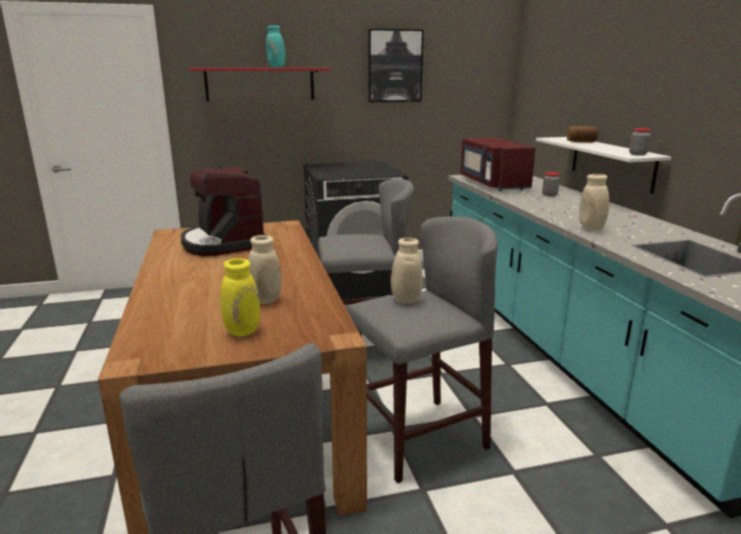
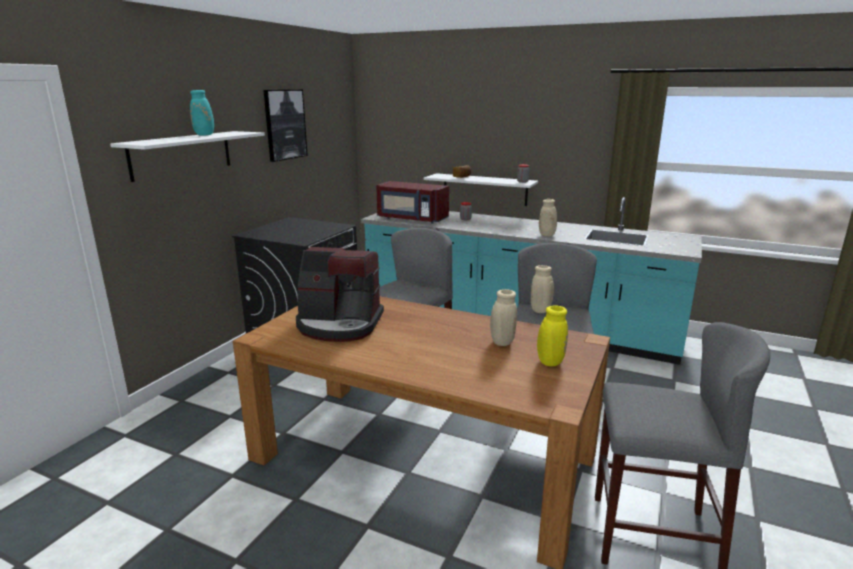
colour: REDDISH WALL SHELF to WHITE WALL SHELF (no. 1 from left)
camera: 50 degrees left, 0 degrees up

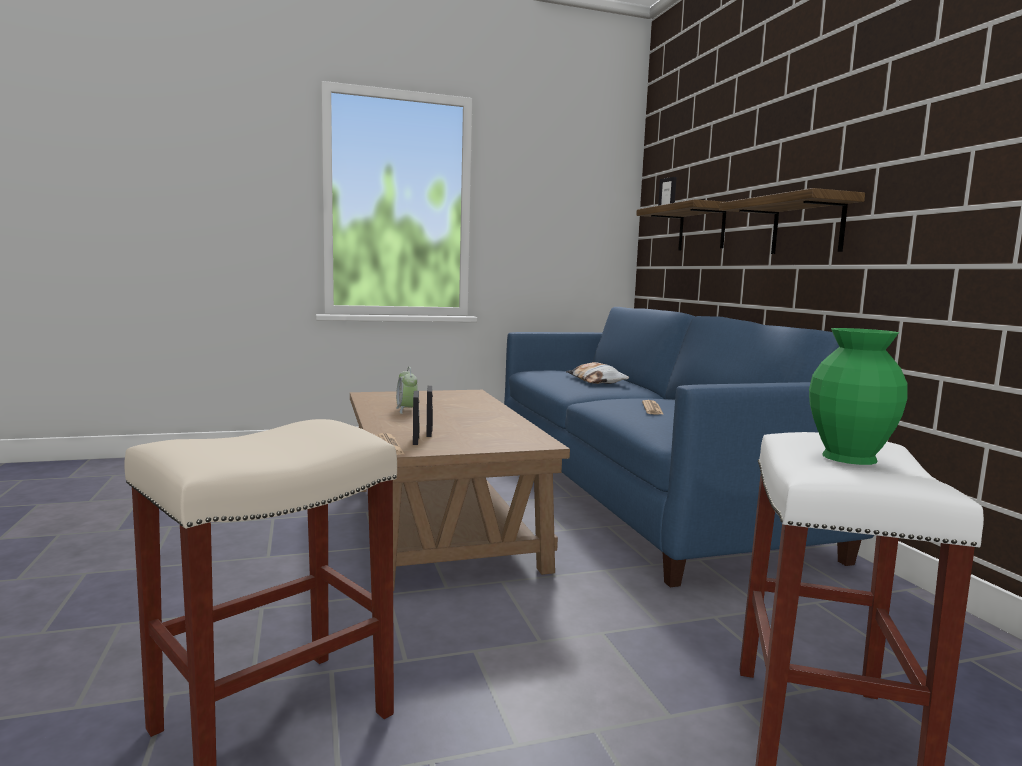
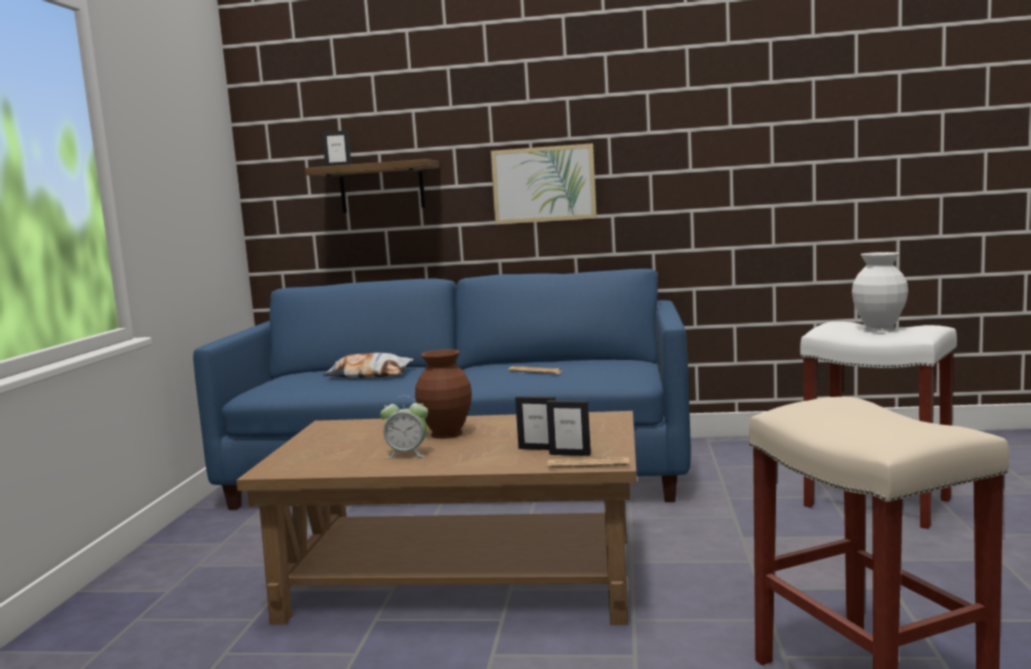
appeared: BROWN FLOWER VASE
exchanged: WALL SHELF (no. 2 from left) to WALL PICTURE
colour: GREEN-COLOURED FLOWER VASE to WHITE FLOWER VASE
camera: 65 degrees left, 0 degrees up

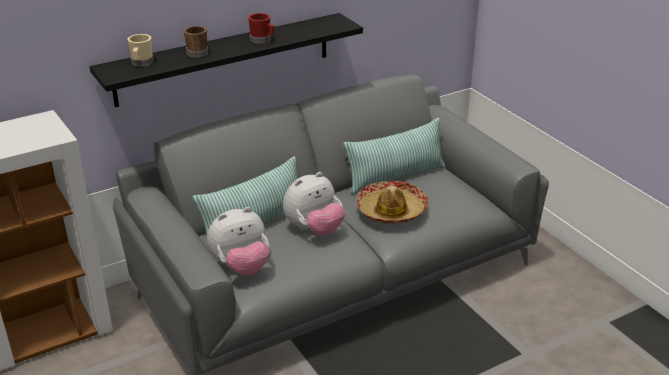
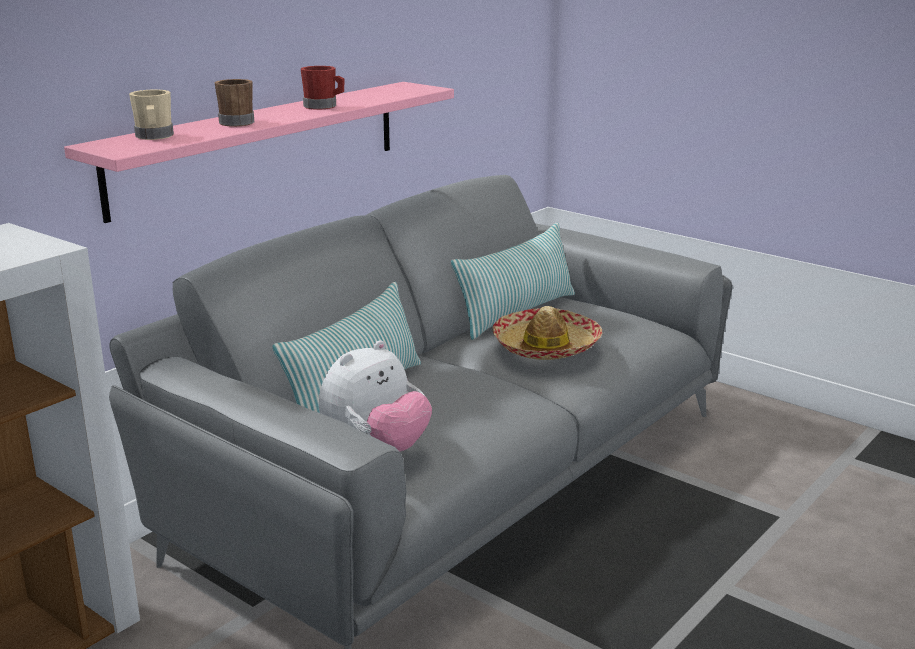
missing: SOFT TOY (no. 2 from left)
colour: BLACKISH WALL SHELF to PINKISH WALL SHELF
camera: 20 degrees left, 10 degrees down

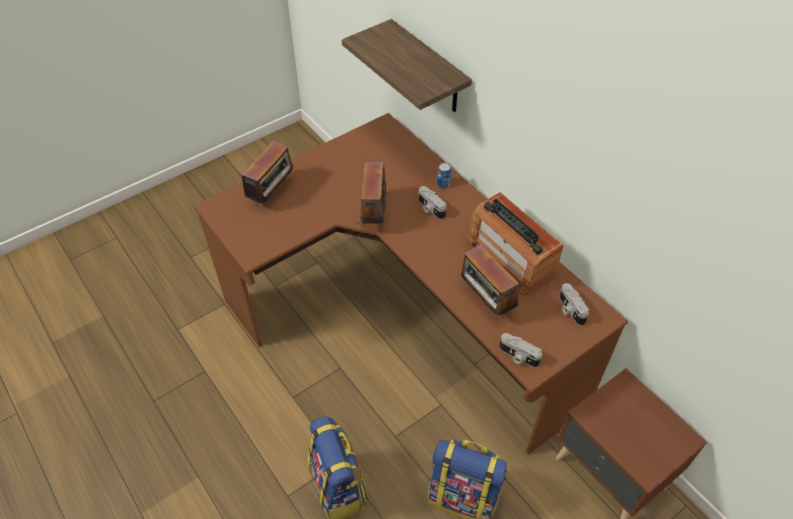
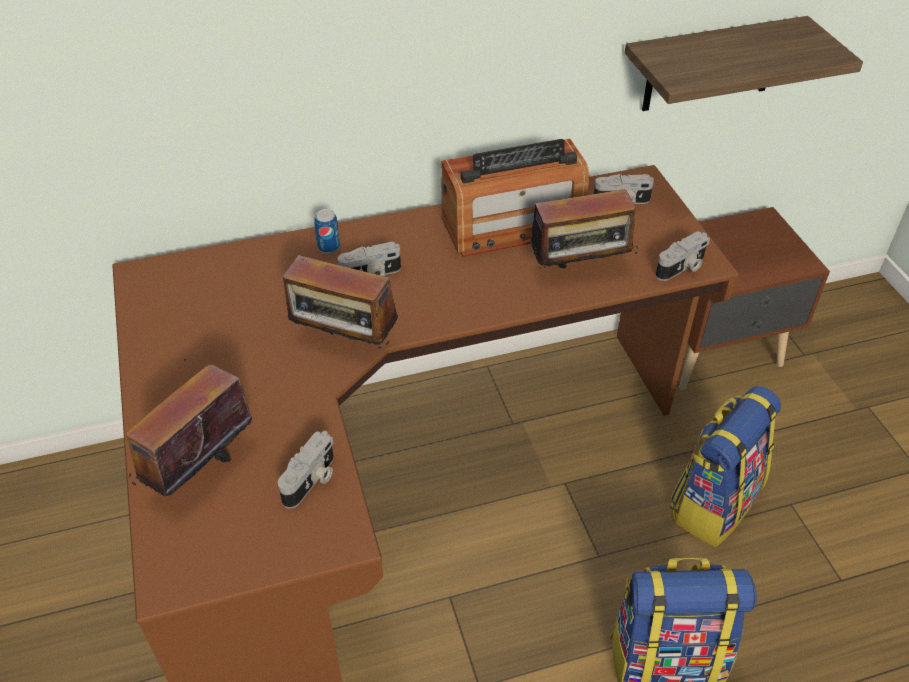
appeared: STILL CAMERA (no. 1 from left)
relocated: WALL SHELF
spun: RADIO RECEIVER (no. 1 from left) 105 degrees counterclockwise
camera: 70 degrees left, 5 degrees down

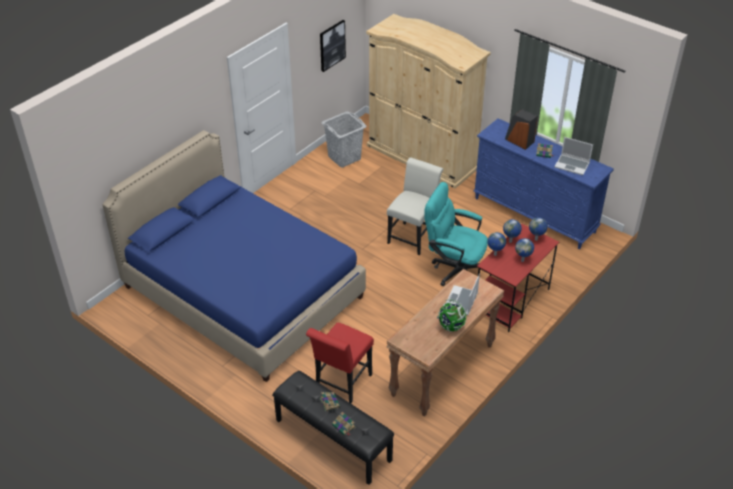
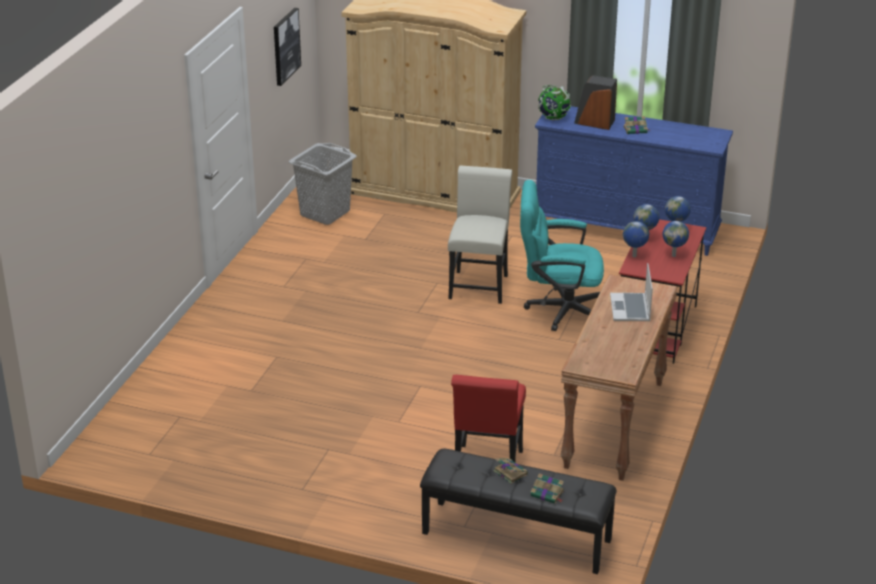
missing: BLUISH BED; LAPTOP (no. 2 from left)
relocated: GLOBE (no. 1 from left)
camera: 20 degrees left, 10 degrees down

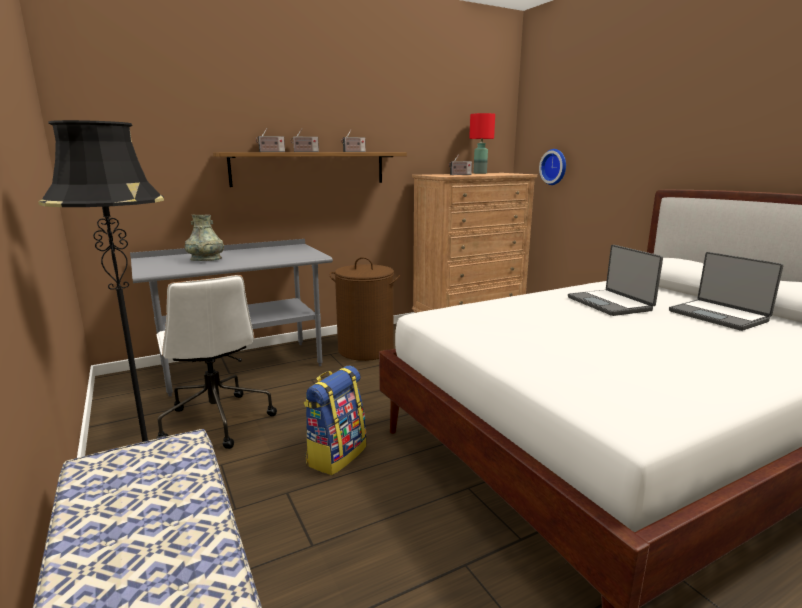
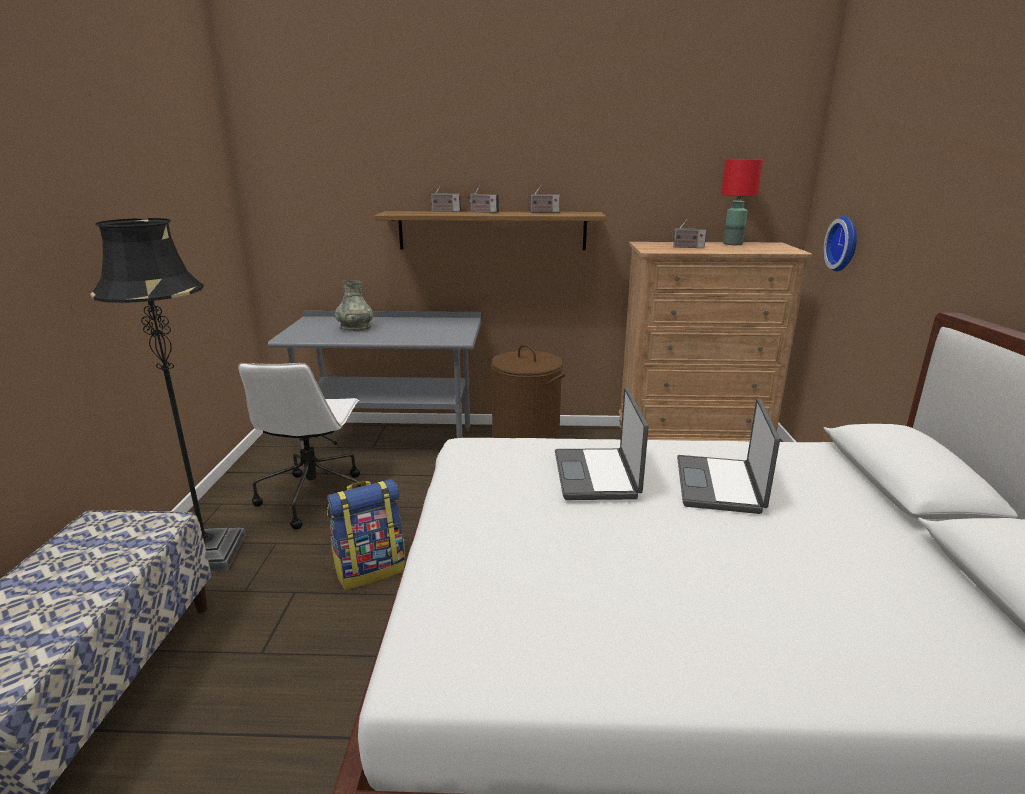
relocated: LAPTOP (no. 2 from left in the first image) to LAPTOP (no. 1 from left)
camera: 30 degrees right, 5 degrees up

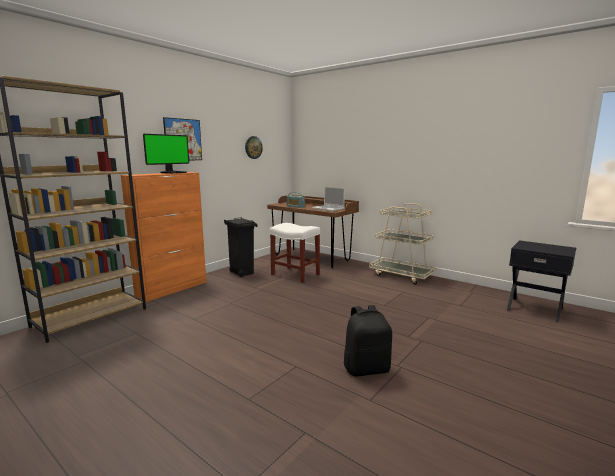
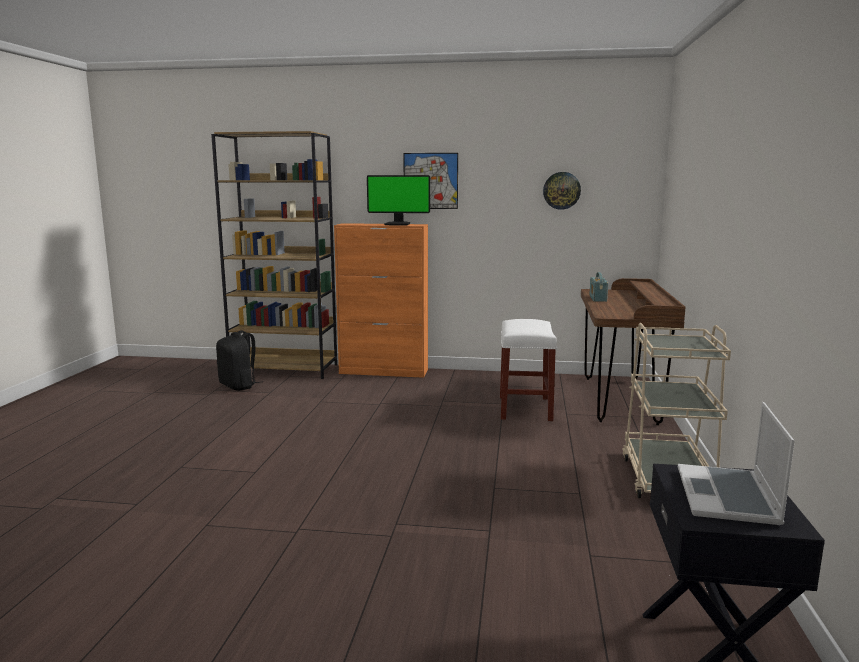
missing: BLACKISH WASTE BIN
relocated: LAPTOP; BLACKISH RUCKSACK
camera: 60 degrees right, 0 degrees up

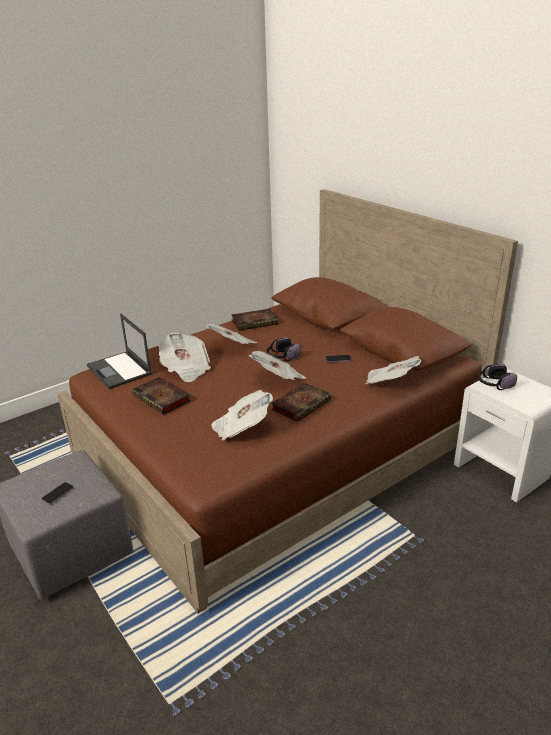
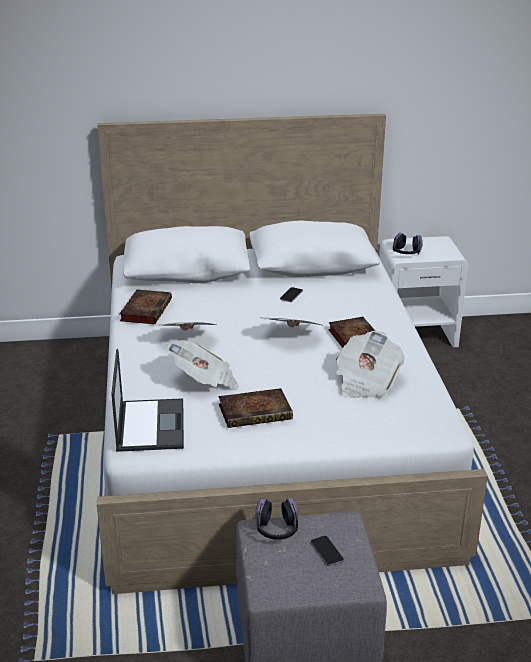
missing: NEWSPAPER (no. 5 from left)
relocated: PAIR OF HEADPHONES (no. 1 from left)
colour: BROWN BED to WHITE BED
spun: LAPTOP 90 degrees counterclockwise
camera: 60 degrees left, 0 degrees up

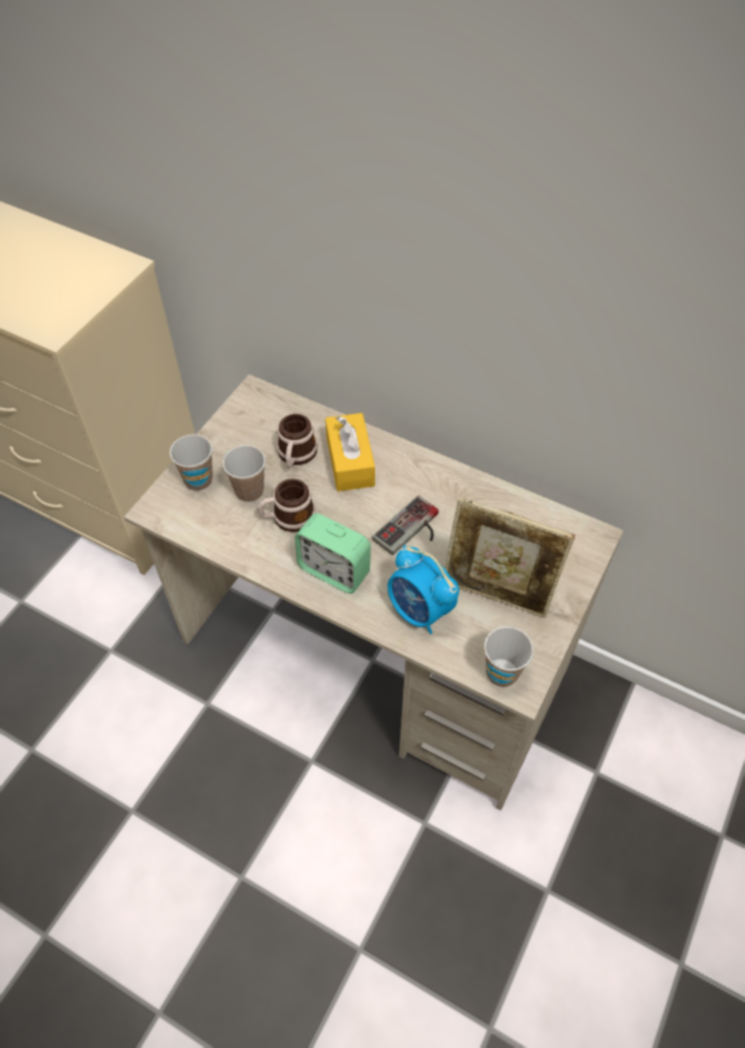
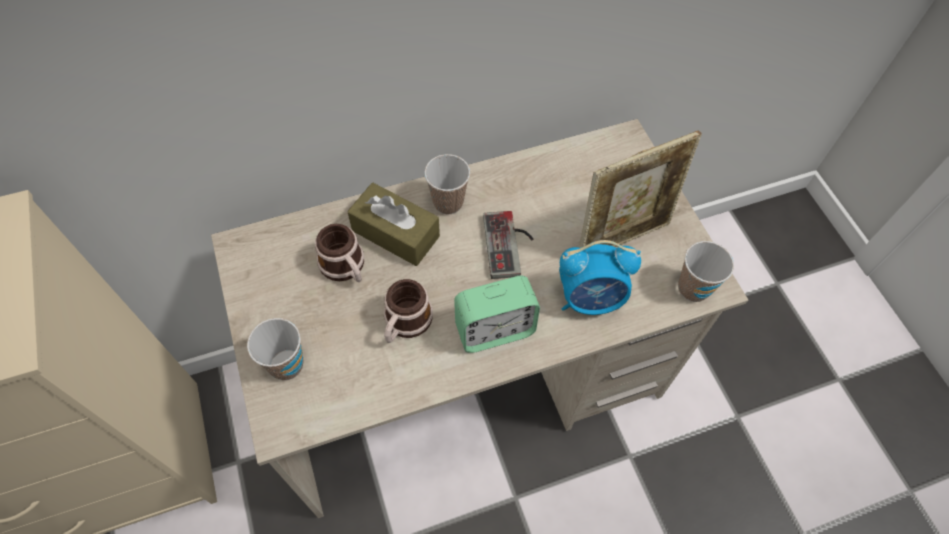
relocated: CUP (no. 2 from left)
colour: YELLOW TISSUE HOLDER to BROWN TISSUE HOLDER
camera: 50 degrees left, 5 degrees up

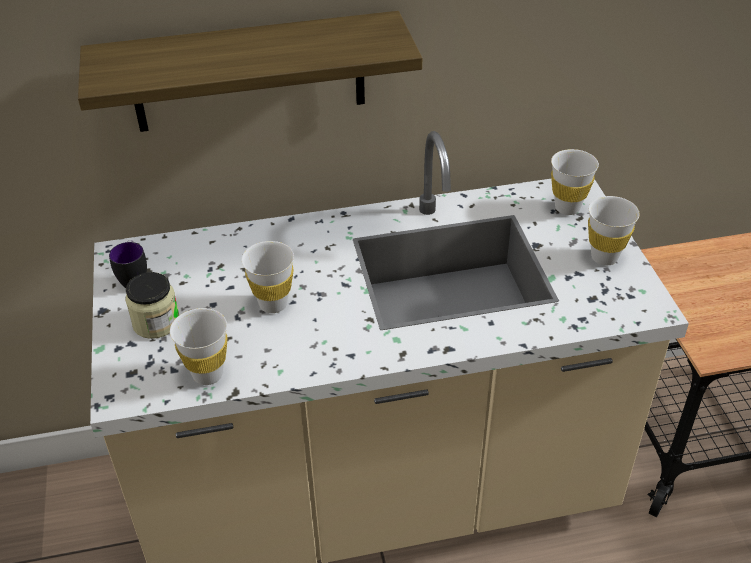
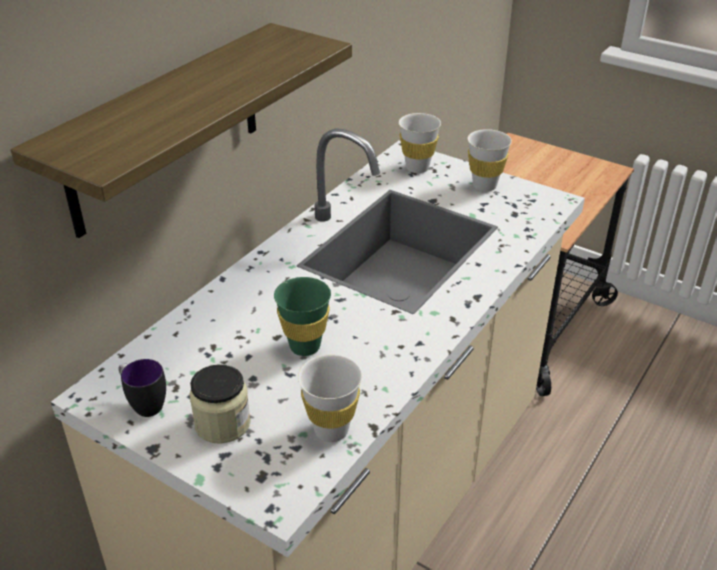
colour: WHITE CUP (no. 2 from left) to GREEN-COLOURED CUP
camera: 45 degrees left, 5 degrees down

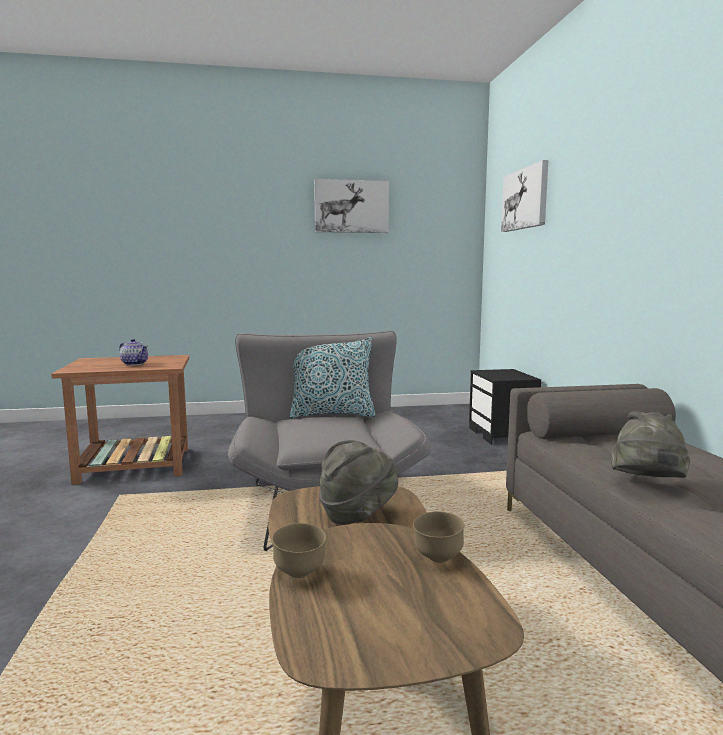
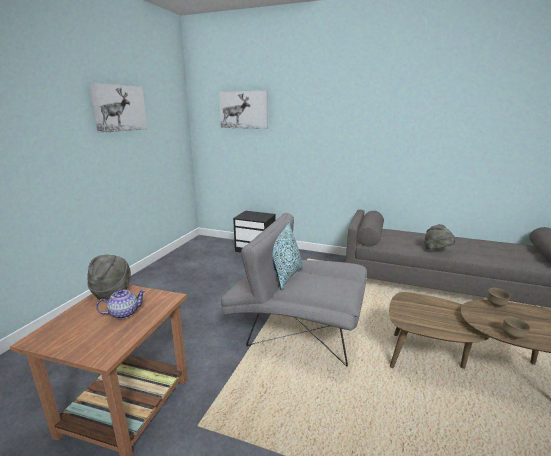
relocated: GREYISH WEARABLE HAT (no. 1 from left)
camera: 60 degrees left, 10 degrees up

